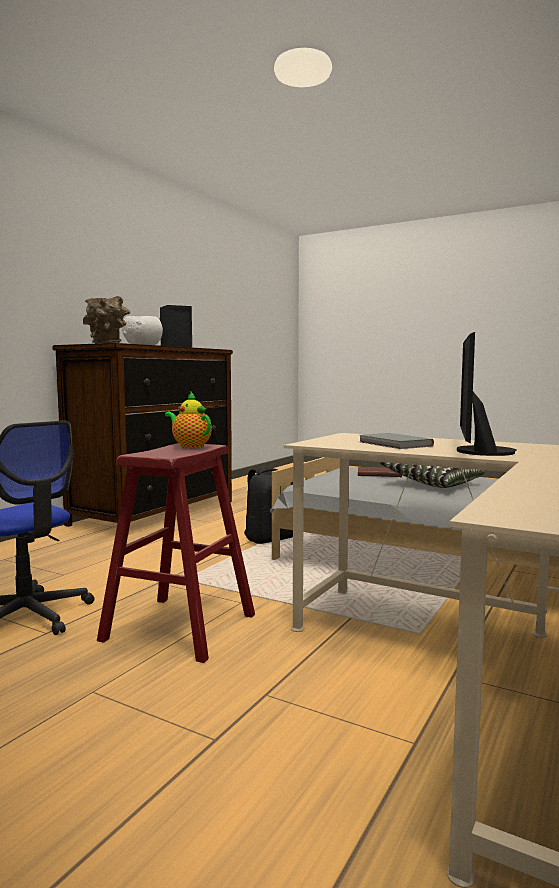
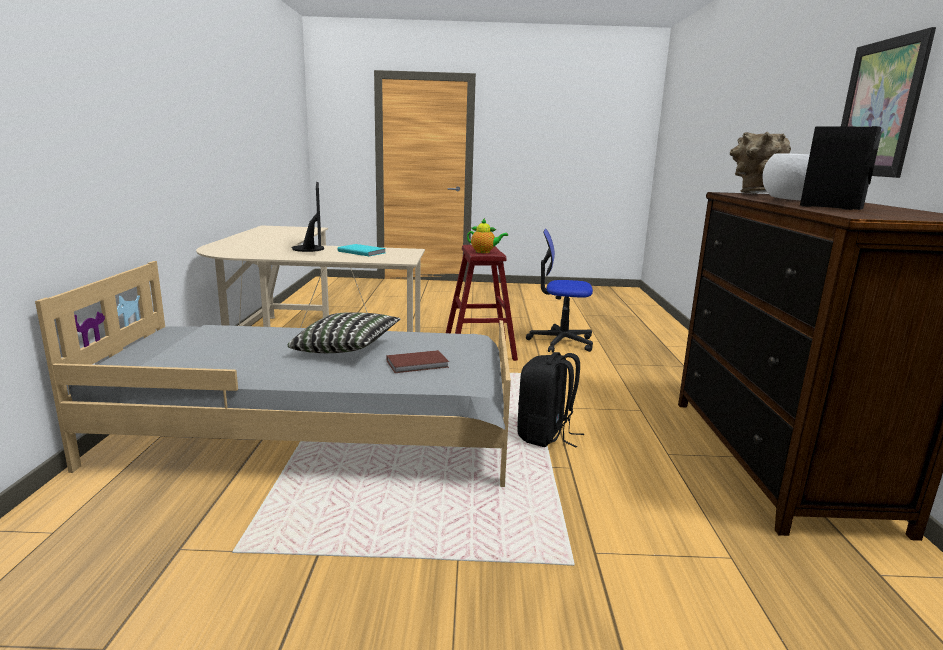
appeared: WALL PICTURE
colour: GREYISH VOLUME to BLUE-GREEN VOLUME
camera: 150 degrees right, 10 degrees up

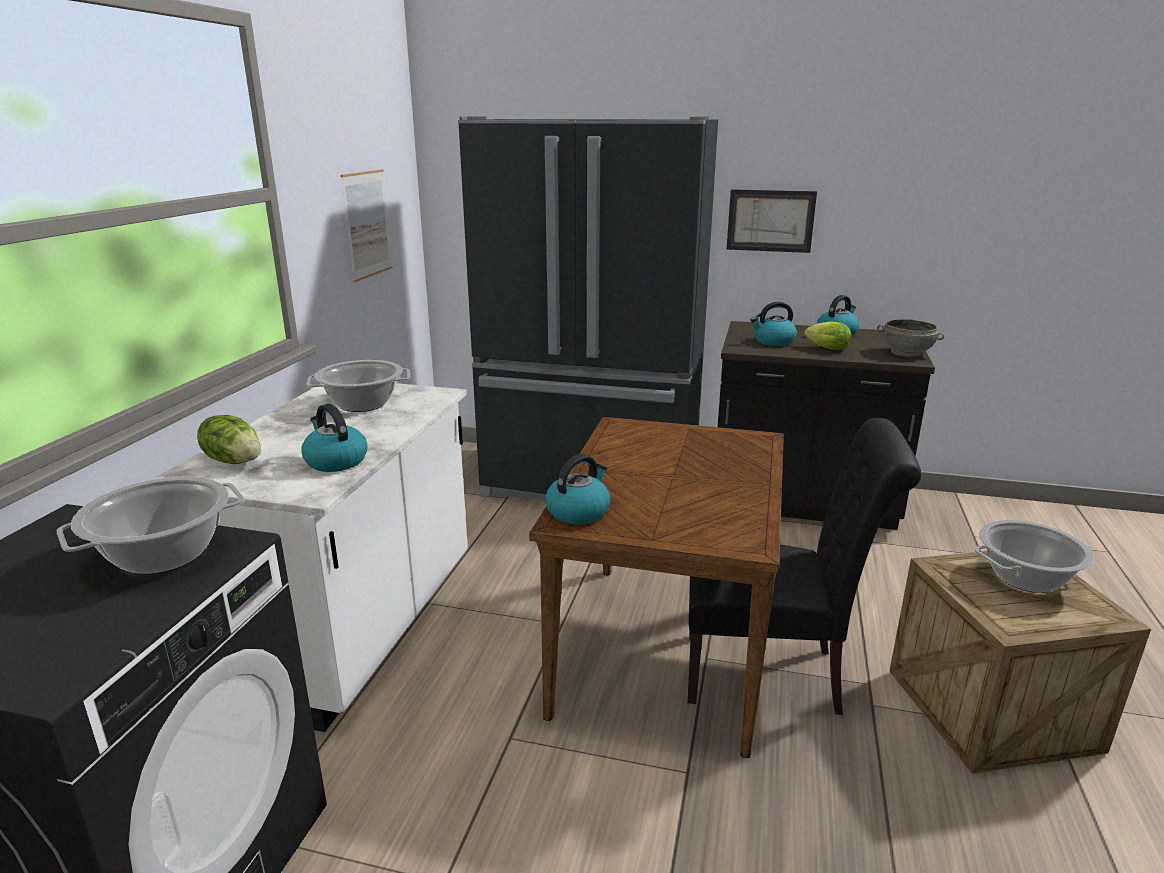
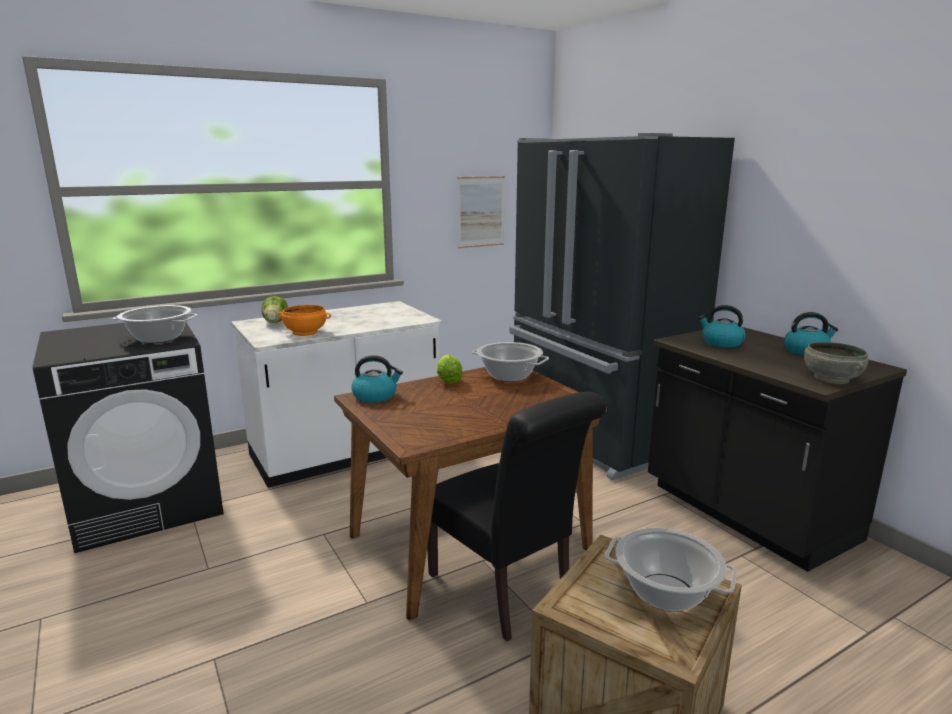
missing: WALL PICTURE (no. 2 from left)
relocated: COOKING POT (no. 2 from left); HEAD OF LETTUCE (no. 2 from left)
exchanged: WATER KETTLE (no. 1 from left) to ORANGEY SERVING BOWL
camera: 45 degrees right, 5 degrees down

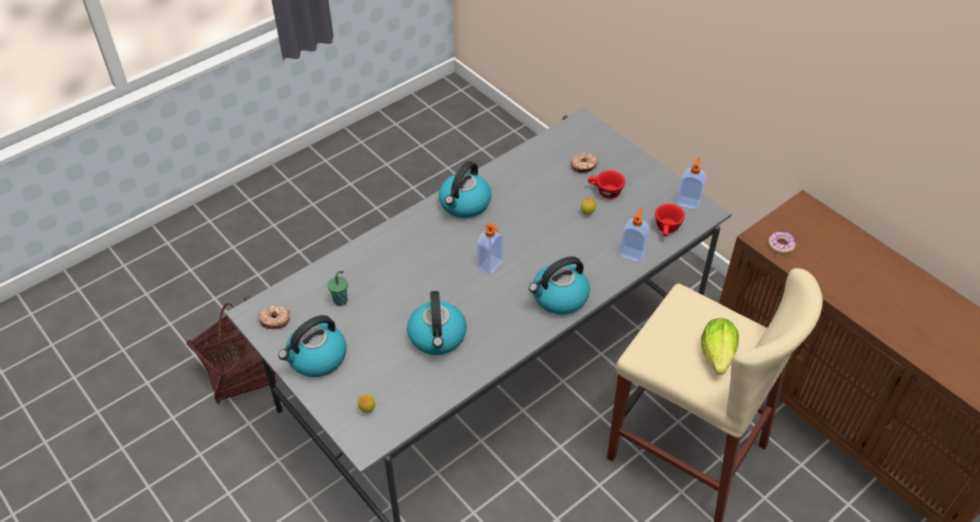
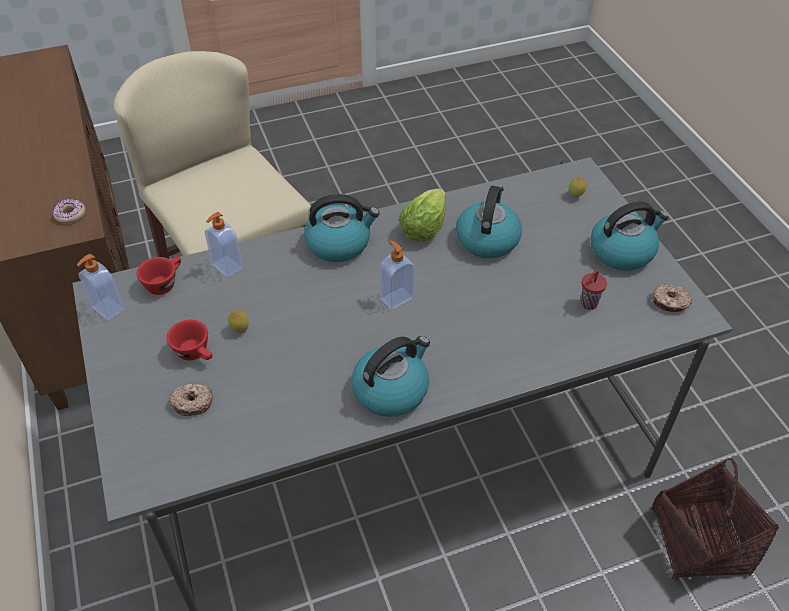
relocated: HEAD OF LETTUCE
colour: GREEN-COLOURED CUP to REDDISH CUP (no. 3 from left)
camera: 160 degrees left, 0 degrees up

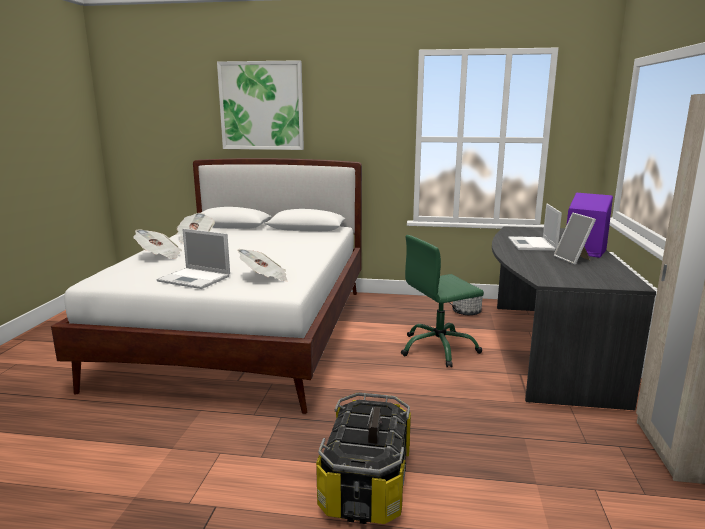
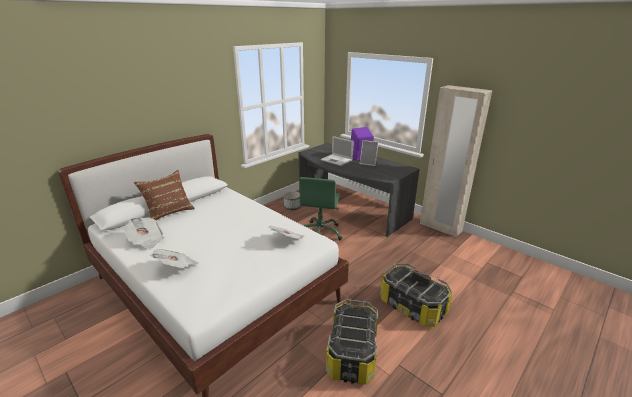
missing: LAPTOP (no. 1 from left); WALL PICTURE
appeared: BROWN CUSHION; STORAGE BOX (no. 1 from left)
camera: 55 degrees left, 10 degrees up

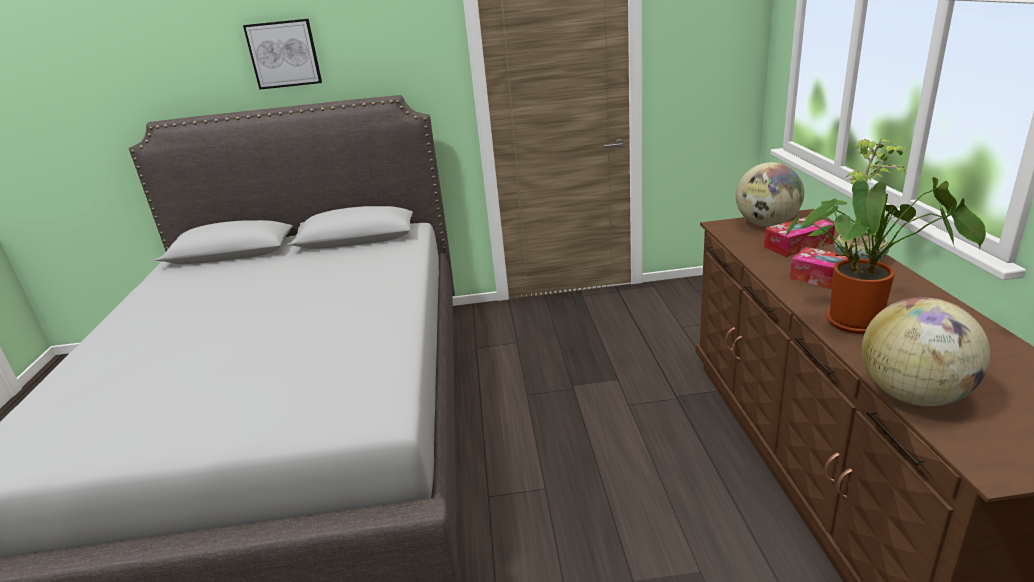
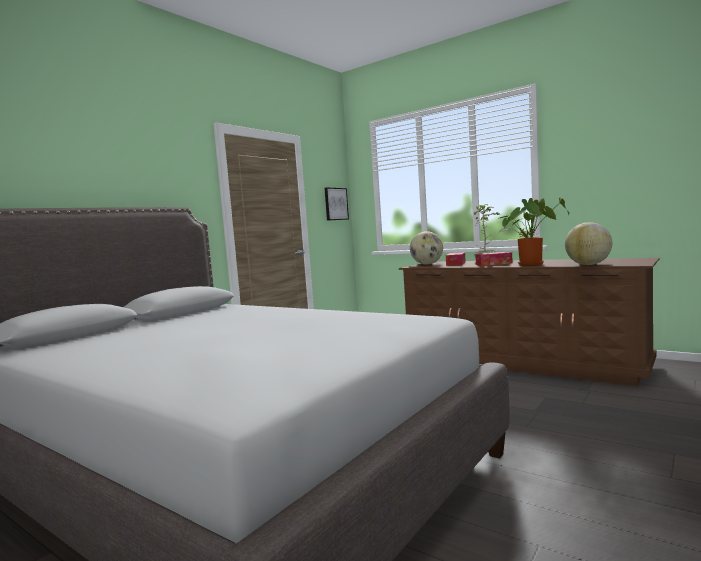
relocated: WALL PICTURE
camera: 50 degrees left, 20 degrees down

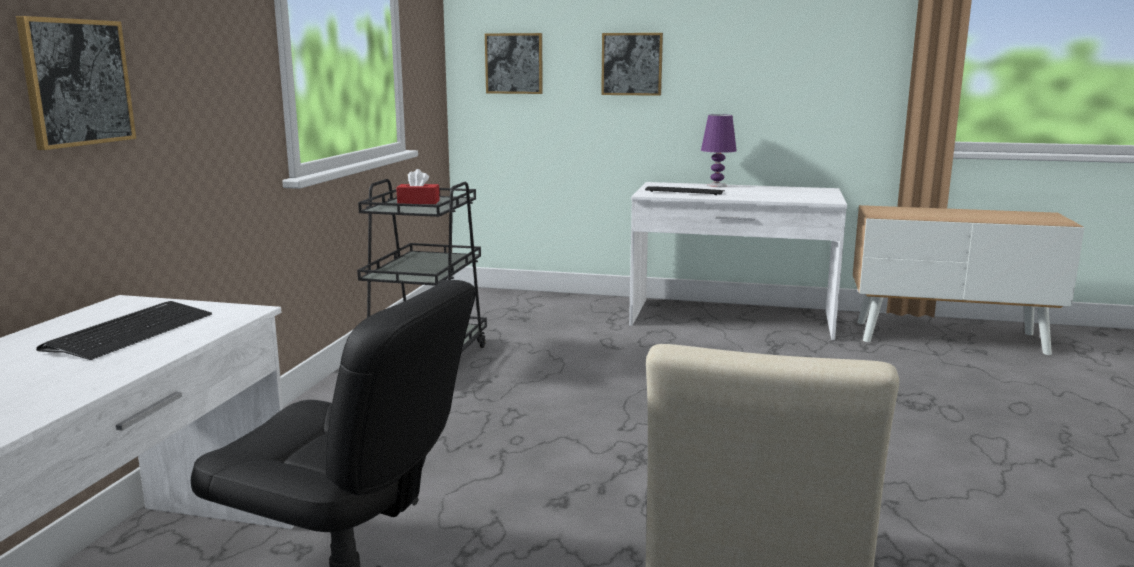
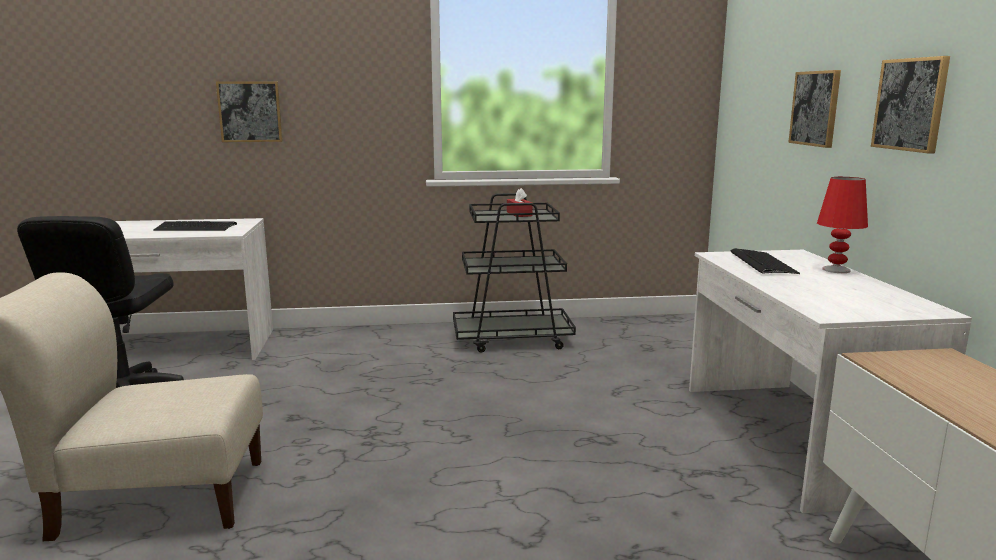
relocated: WALL PICTURE (no. 2 from left in the first image) to WALL PICTURE (no. 3 from left)
colour: PURPLE TABLETOP LAMP to REDDISH TABLETOP LAMP
camera: 70 degrees right, 0 degrees up

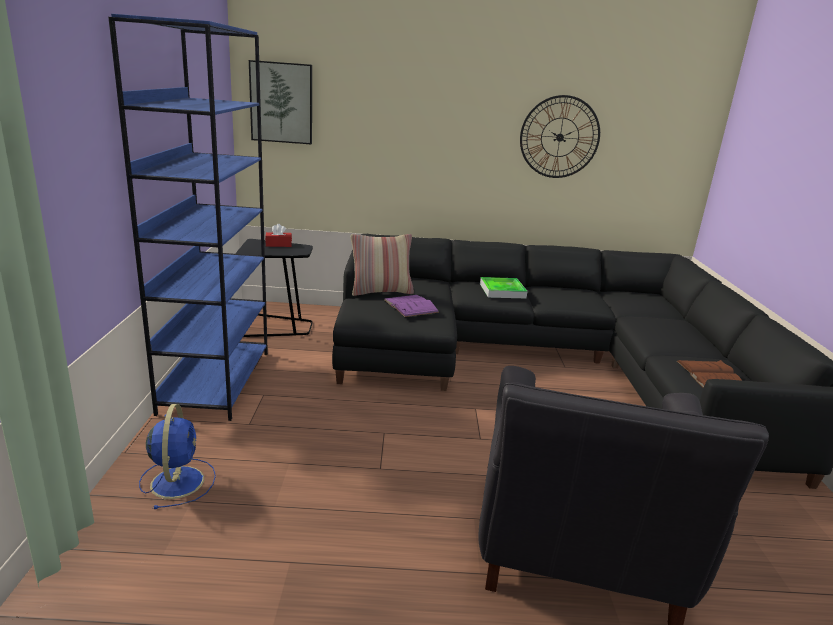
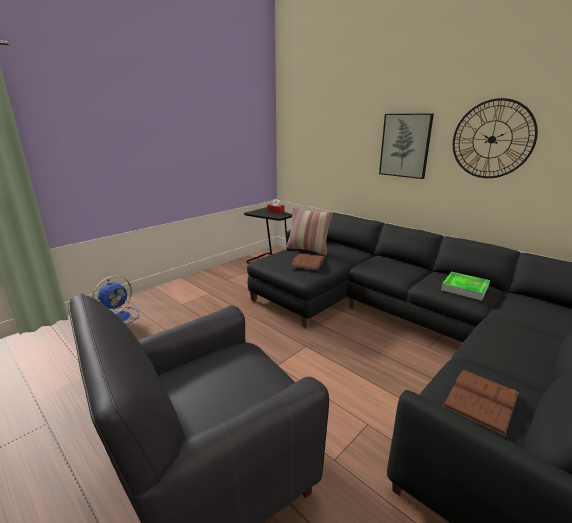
missing: BLUISH BOOKCASE
relocated: WALL PICTURE; TRAY
colour: PURPLE VOLUME to BROWN VOLUME (no. 1 from left)
camera: 45 degrees right, 0 degrees up

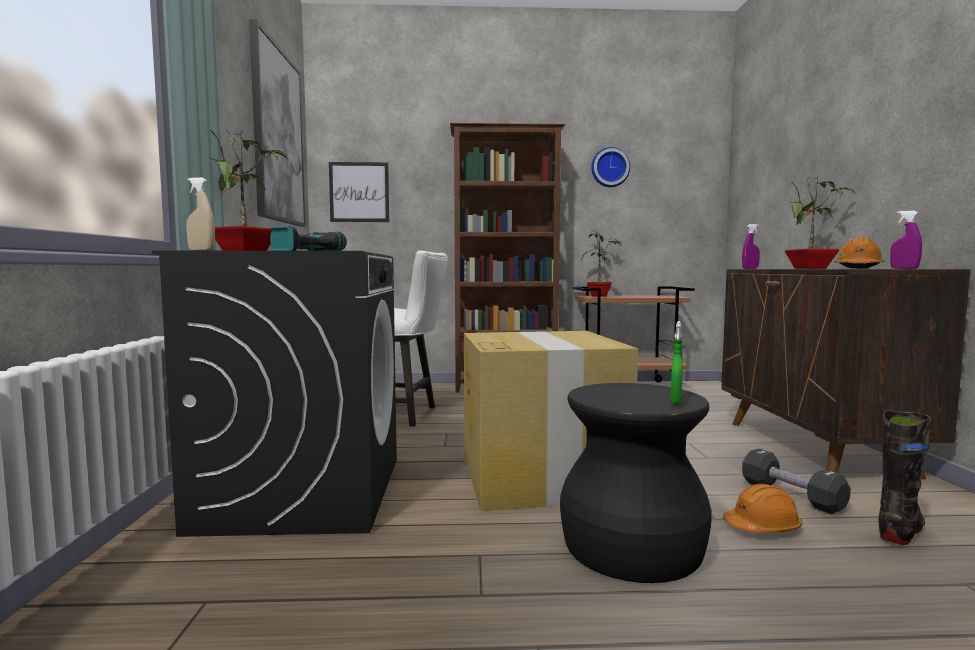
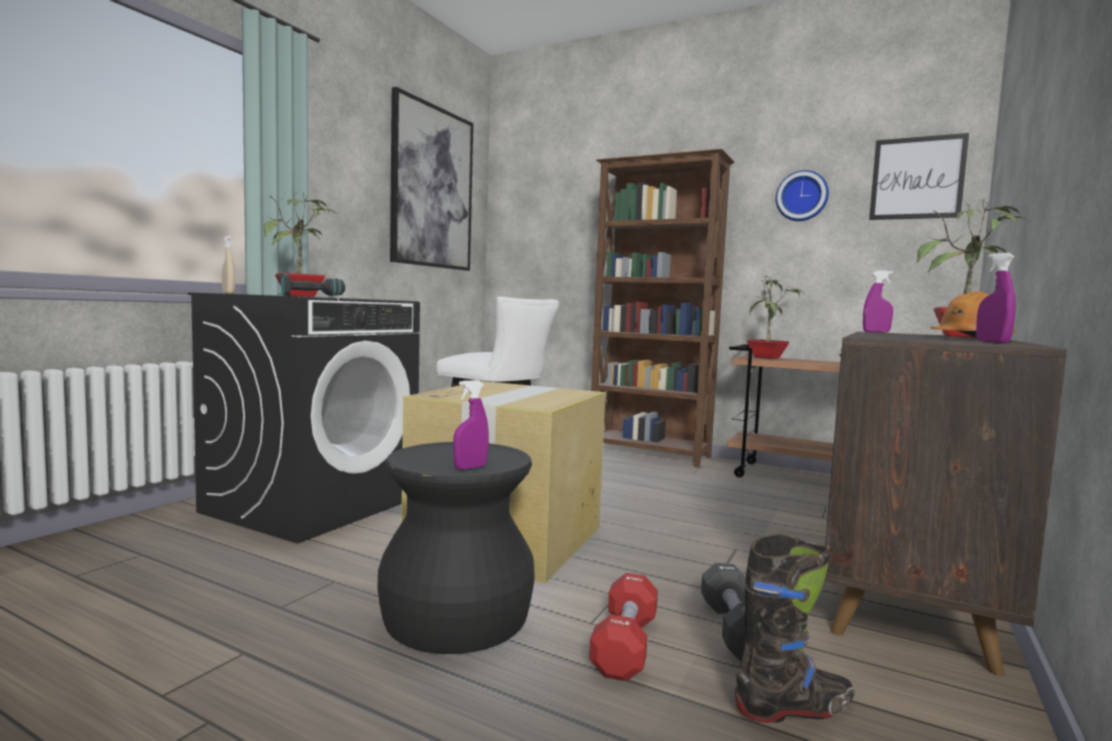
relocated: WALL PICTURE (no. 2 from left)
exchanged: ORANGEY WORK HELMET (no. 1 from left) to REDDISH FREE WEIGHT
colour: GREEN-COLOURED SPRAYER to PURPLE SPRAYER (no. 1 from left)
camera: 30 degrees right, 0 degrees up

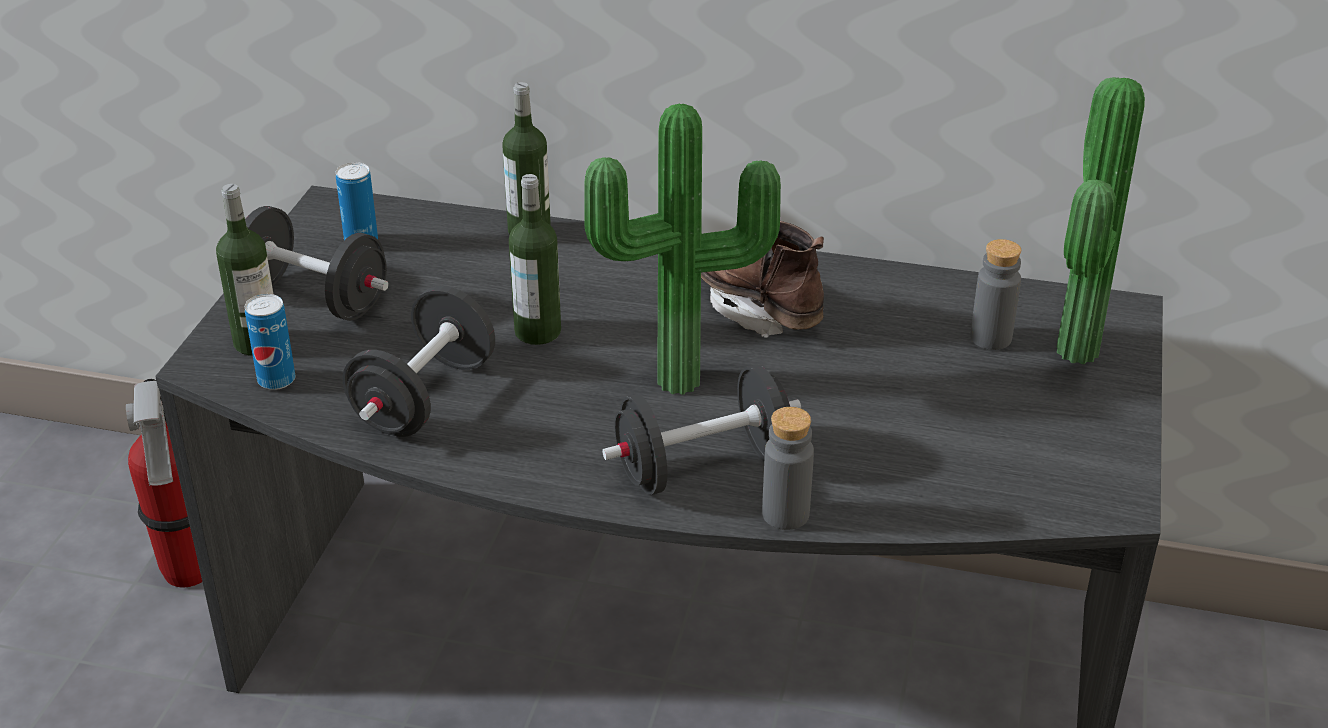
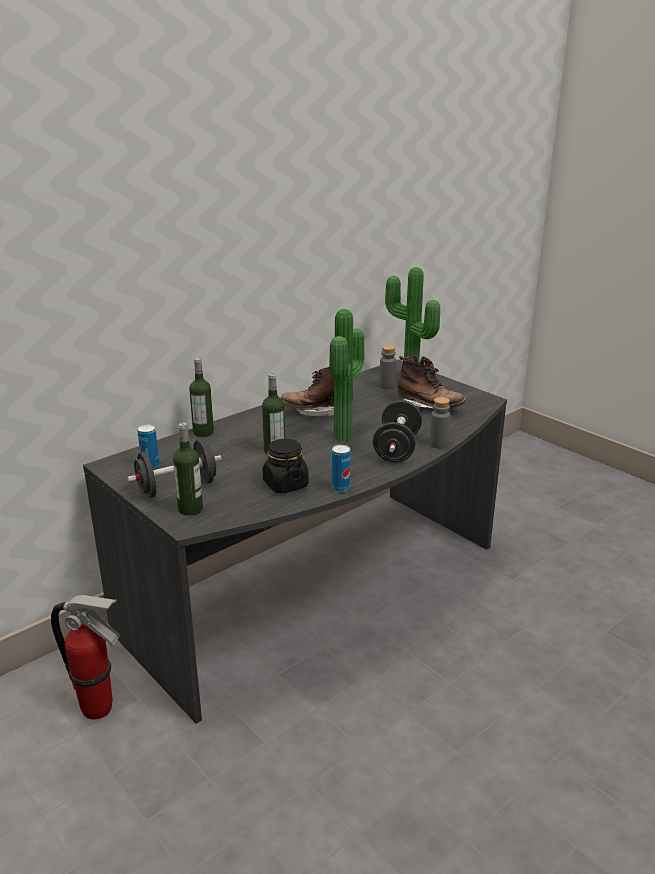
appeared: BROWN HIGH-TOP BOOT (no. 2 from left)
relocated: SEALED CAN (no. 1 from left in the first image) to SEALED CAN (no. 2 from left)
exchanged: BLACKISH FREE WEIGHT (no. 2 from left) to BLACKISH PRESERVE JAR
camera: 55 degrees left, 10 degrees down

